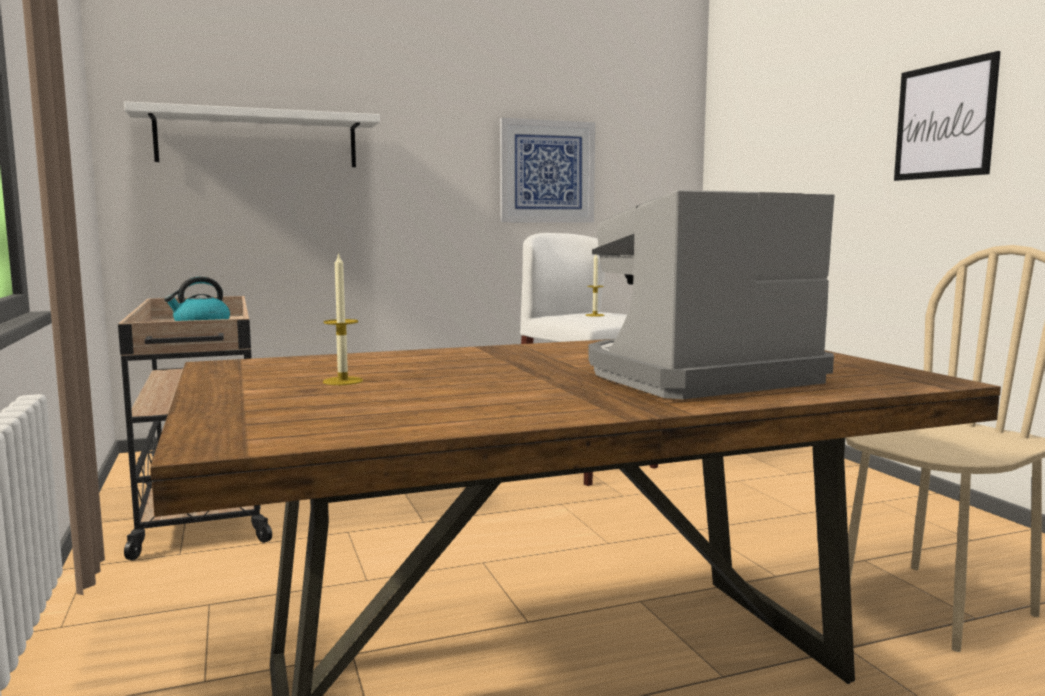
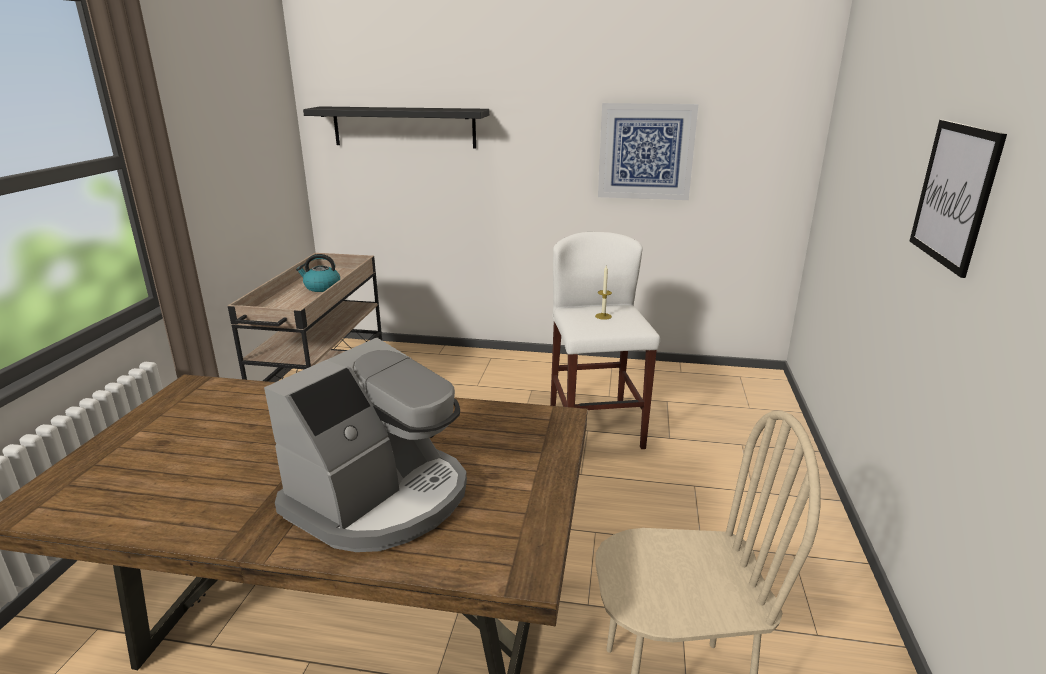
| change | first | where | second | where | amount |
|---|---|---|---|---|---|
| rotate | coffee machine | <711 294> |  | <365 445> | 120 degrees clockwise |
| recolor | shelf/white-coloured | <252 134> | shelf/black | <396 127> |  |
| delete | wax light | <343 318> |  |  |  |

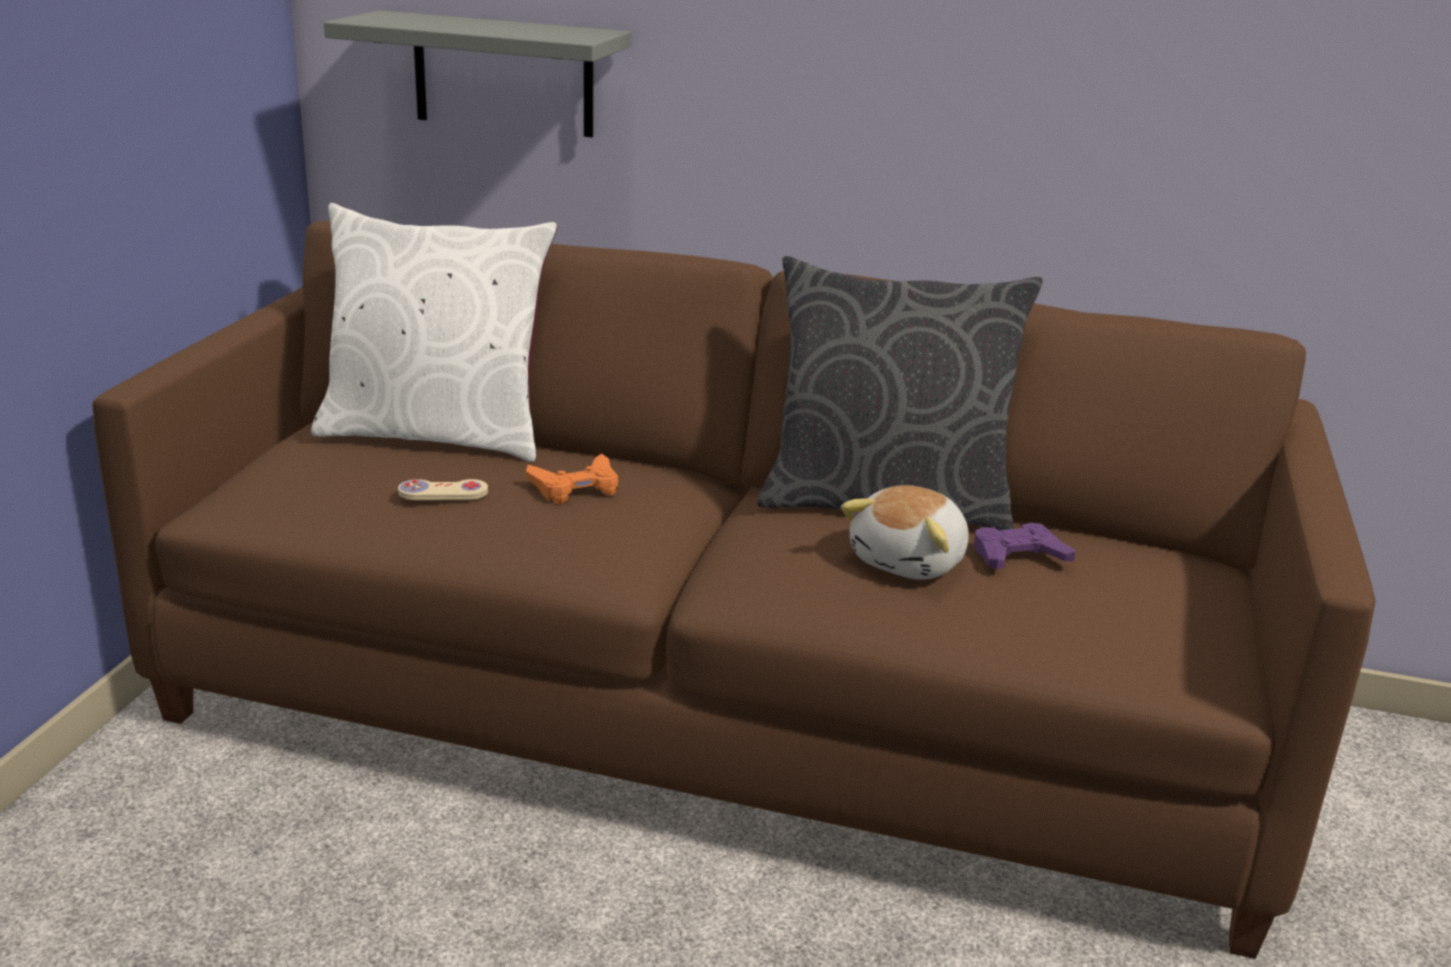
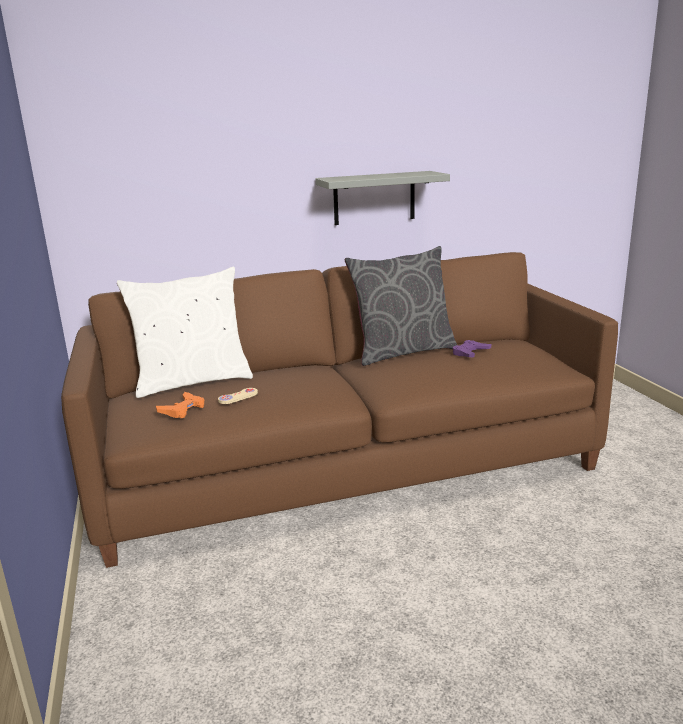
| change | first | where | second | where | amount |
|---|---|---|---|---|---|
| move | gamepad/orangey | <572 478> |  | <180 405> |  |
| move | shelf/gray | <477 73> |  | <383 198> |  |
| delete | soft toy | <905 532> |  |  |  |

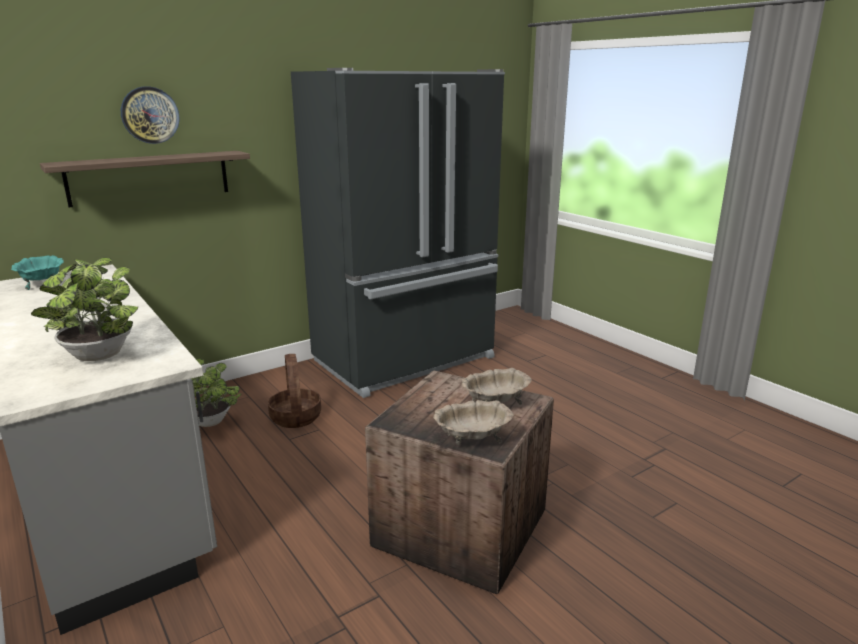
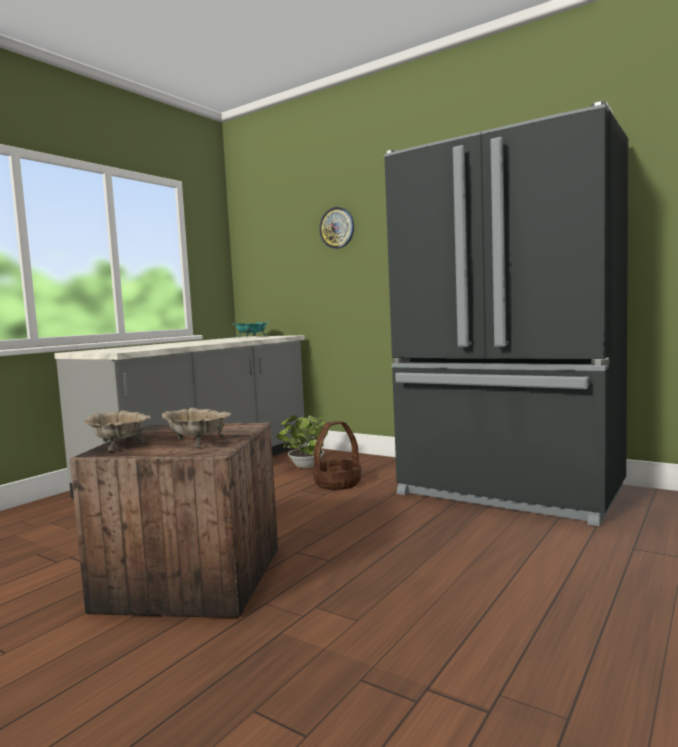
| change | first | where | second | where | amount |
|---|---|---|---|---|---|
| delete | plant in a pot | <84 309> |  |  |  |
| delete | shelf | <145 179> |  |  |  |

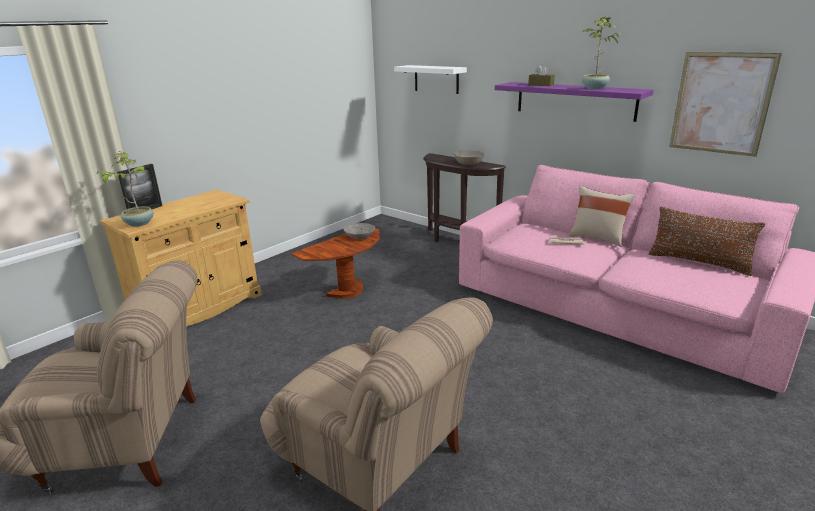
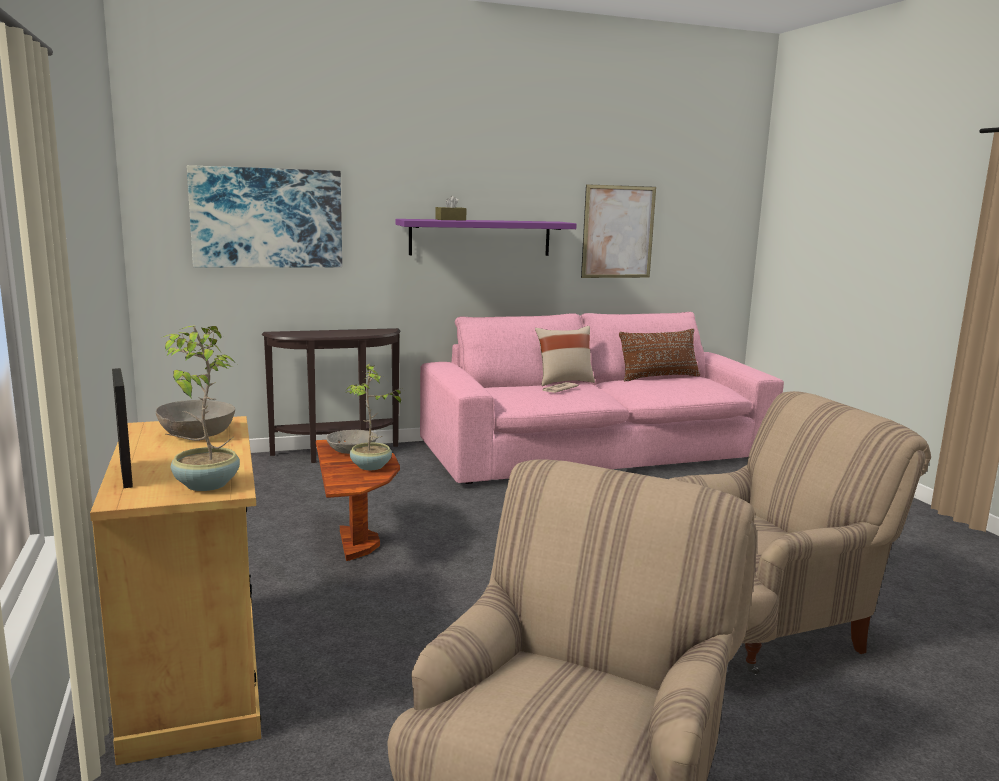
| change | first | where | second | where | amount |
|---|---|---|---|---|---|
| move | deep dish/gray | <469 157> |  | <195 419> |  |
| replace | shelf/white-coloured | <430 79> | wall art | <264 216> |  |
| move | plant in a pot | <601 52> |  | <374 417> |  |

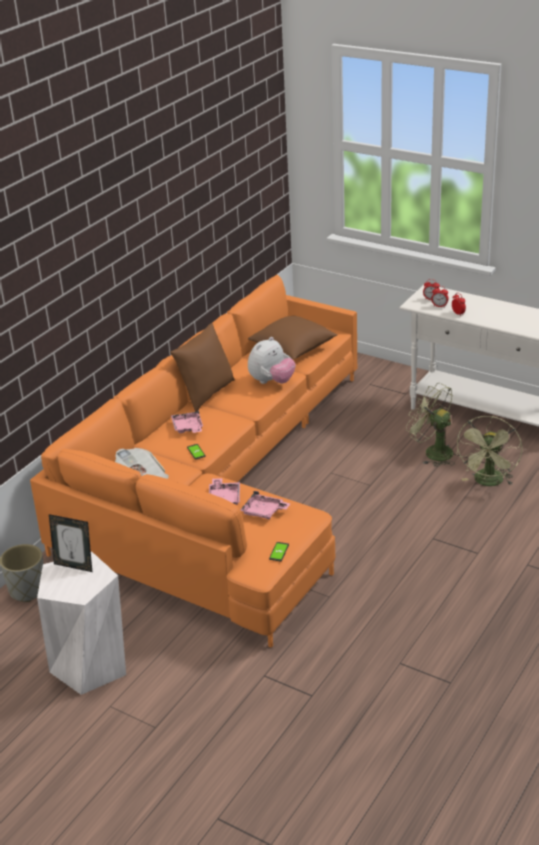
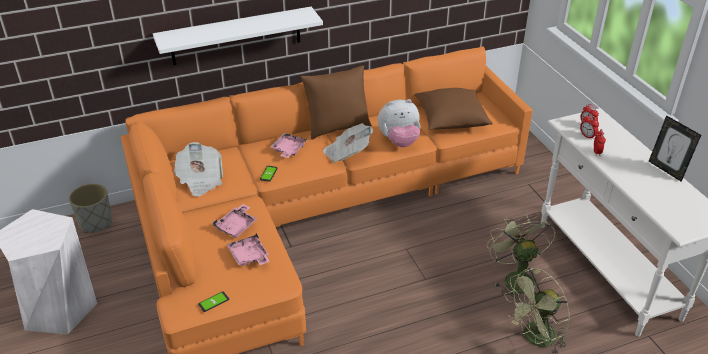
| change | first | where | second | where | amount |
|---|---|---|---|---|---|
| insert |  |  | shelf/white-coloured | <238 36> |  |
| insert |  |  | daily paper | <348 143> |  |
| move | photo frame | <70 543> |  | <675 148> |  |

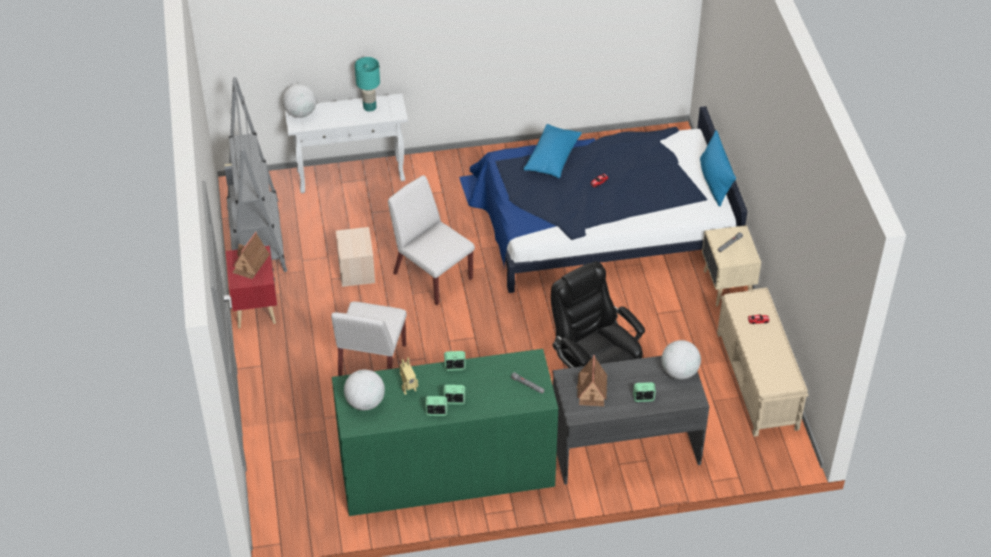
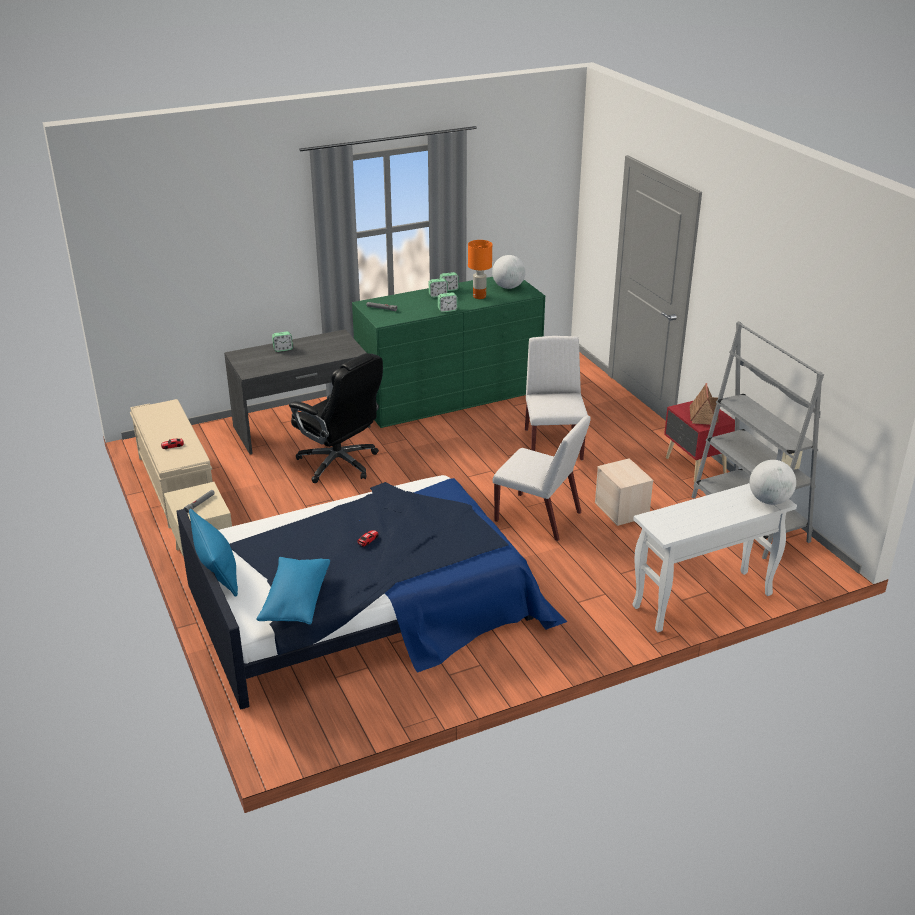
| change | first | where | second | where | amount |
|---|---|---|---|---|---|
| move | throw pillow/blue-coloured | <553 151> |  | <293 591> |  |
| replace | model robot | <408 376> | table lamp/orangey | <480 269> |  |
| delete | table lamp/turquoise | <367 84> |  |  |  |
| delete | model house | <592 380> |  |  |  |
| delete | desk globe | <681 359> |  |  |  |

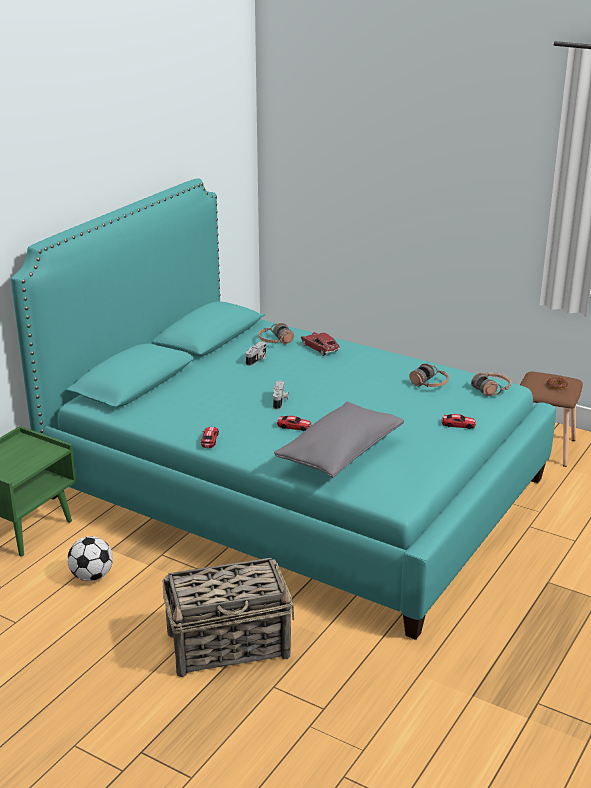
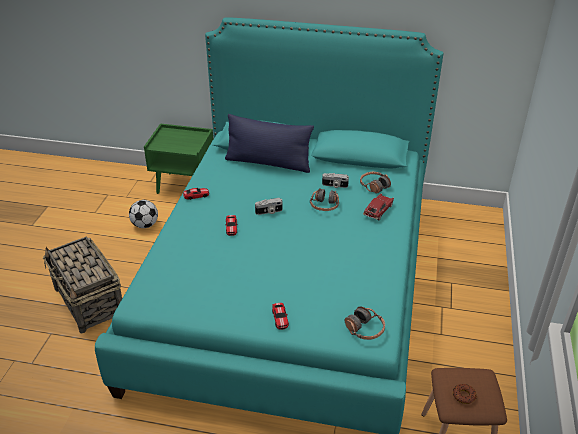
| change | first | where | second | where | amount |
|---|---|---|---|---|---|
| insert |  |  | throw pillow/blue-coloured | <269 143> |  |
| move | headphones | <429 375> |  | <324 199> |  |
| delete | throw pillow/gray | <339 439> |  |  |  |

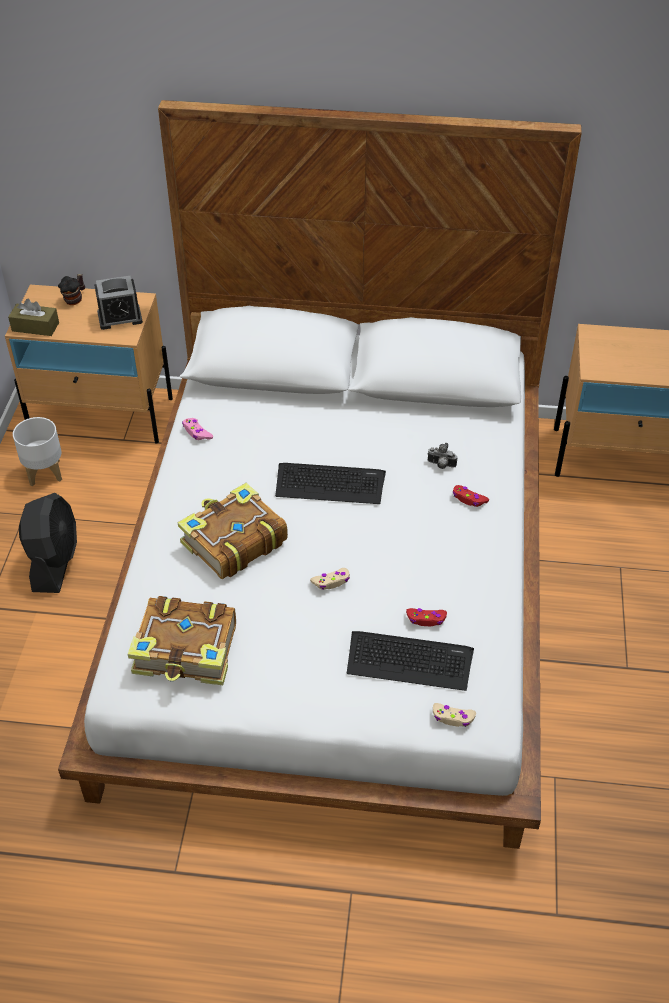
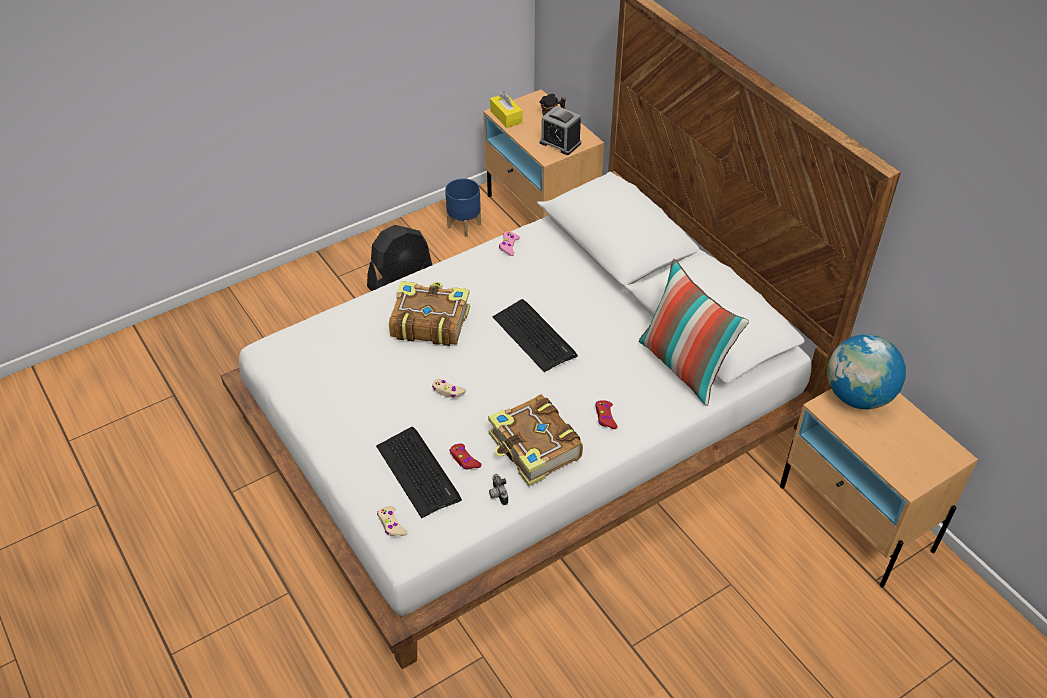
| change | first | where | second | where | amount |
|---|---|---|---|---|---|
| recolor | planter/white-coloured | <37 451> | planter/blue-coloured | <463 207> |  |
| move | bound book | <182 640> |  | <535 440> |  |
| move | photo camera | <442 456> |  | <498 489> |  |
| recolor | tissue box/brown-coloured | <33 317> | tissue box/yellow-coloured | <506 110> |  |
| insert |  |  | throw pillow | <694 332> |  |
| insert |  |  | desk globe | <866 371> |  |

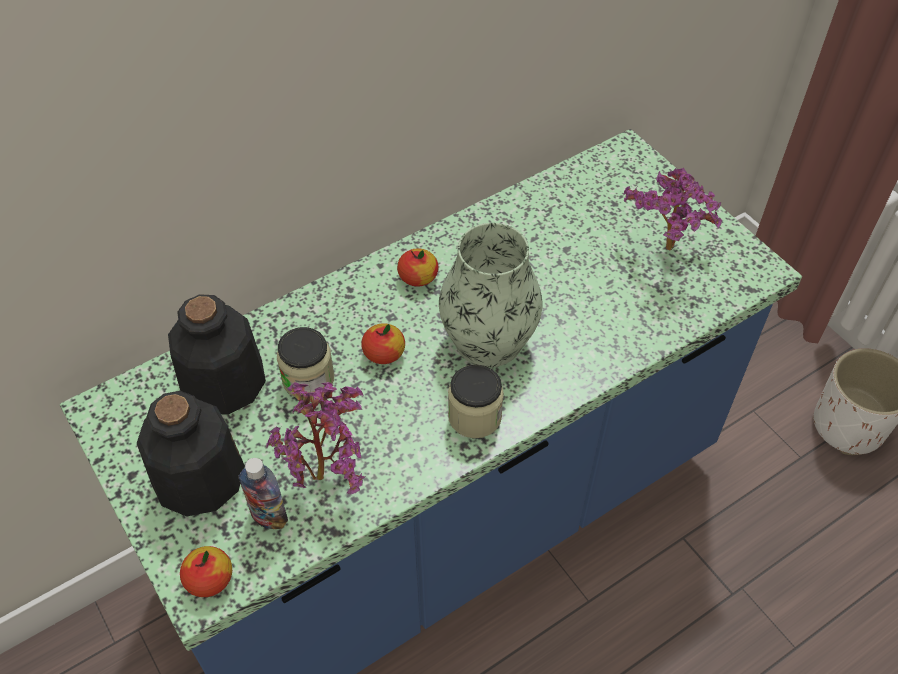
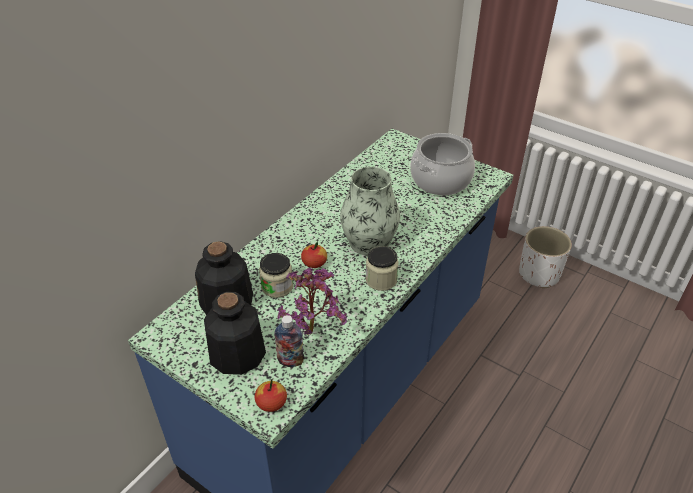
| change | first | where | second | where | amount |
|---|---|---|---|---|---|
| replace | plant in a pot | <672 209> | cooking pot | <442 164> |  |
| delete | whole apple | <418 267> |  |  |  |

